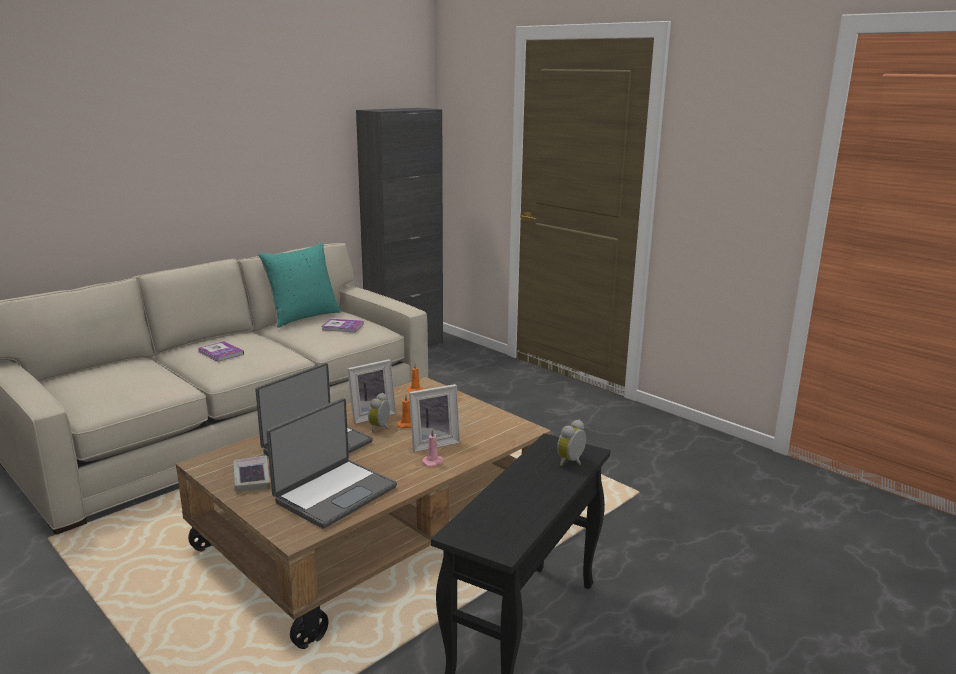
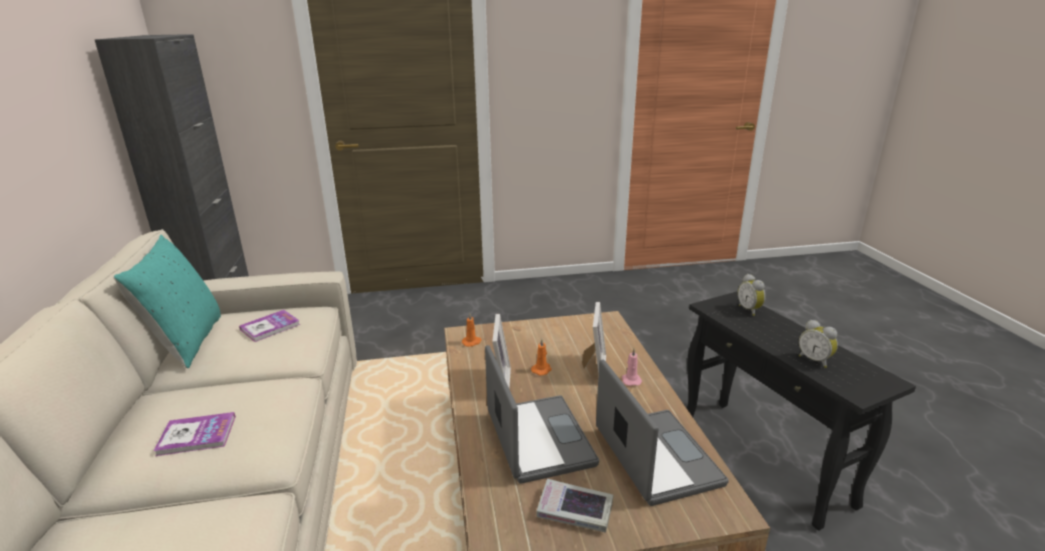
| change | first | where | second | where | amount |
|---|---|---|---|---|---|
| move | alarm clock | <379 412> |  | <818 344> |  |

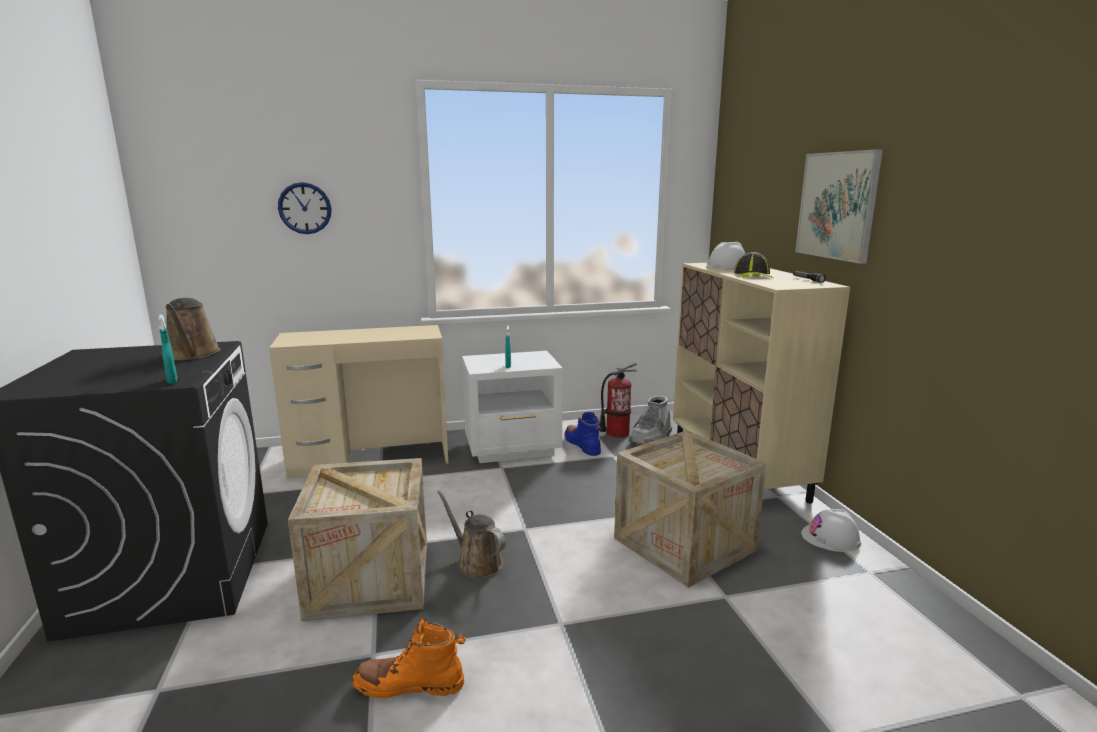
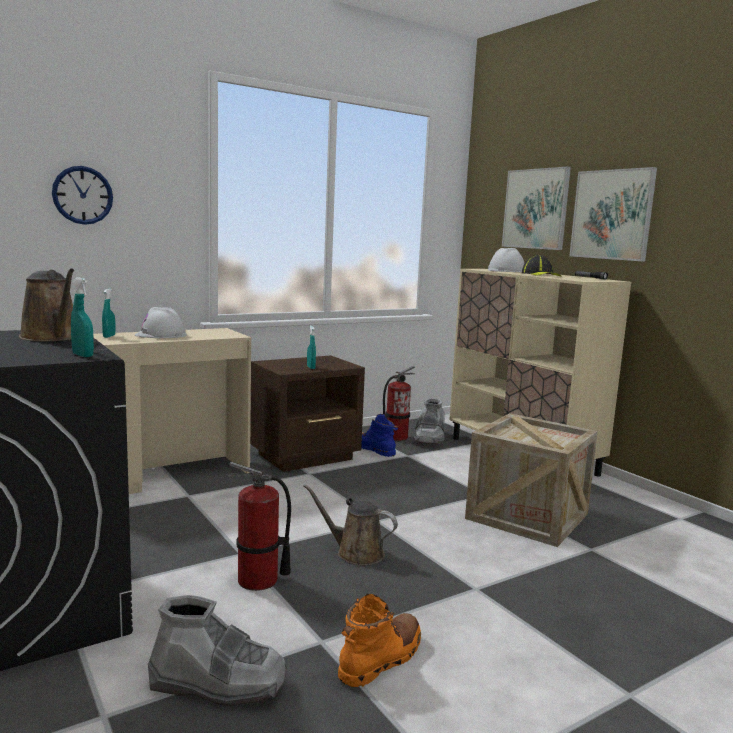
| change | first | where | second | where | amount |
|---|---|---|---|---|---|
| insert |  |  | hand sprayer/turquoise | <108 313> |  |
| move | work helmet/white-coloured | <831 530> |  | <161 322> |  |
| insert |  |  | boot/gray | <217 650> |  |
| replace | shipping crate | <357 539> | fire-fighting cylinder | <259 526> |  |
| recolor | nightstand/white-coloured | <512 407> | nightstand/brown-coloured | <307 414> |  |
| rotate | boot/orangey | <408 657> |  | <379 640> | 150 degrees clockwise |
| insert |  |  | wall art | <536 208> |  |

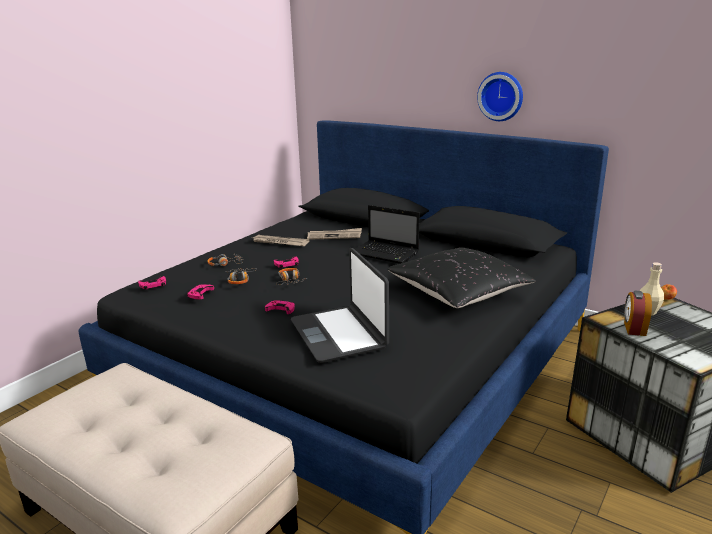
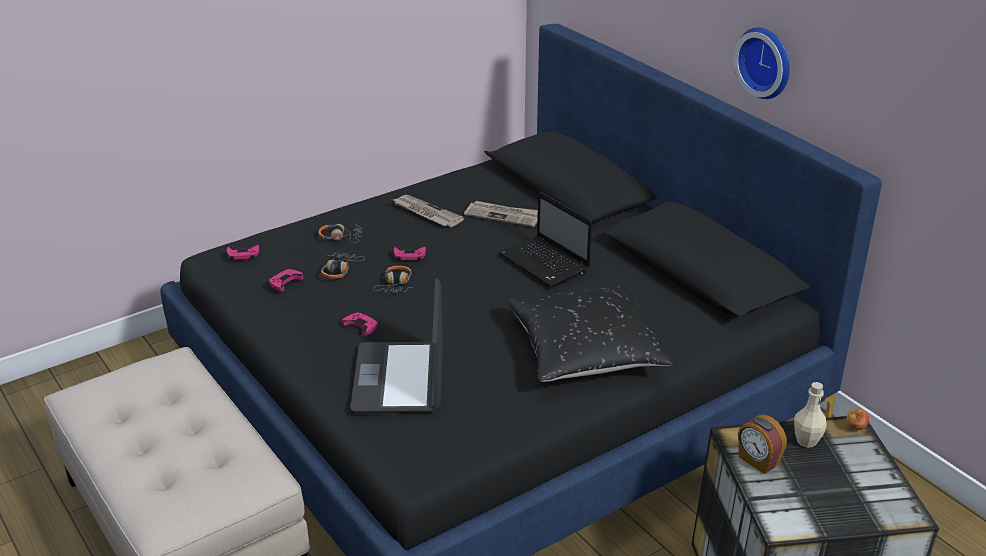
| change | first | where | second | where | amount |
|---|---|---|---|---|---|
| rotate | alarm clock | <638 313> |  | <762 444> | 75 degrees counterclockwise |

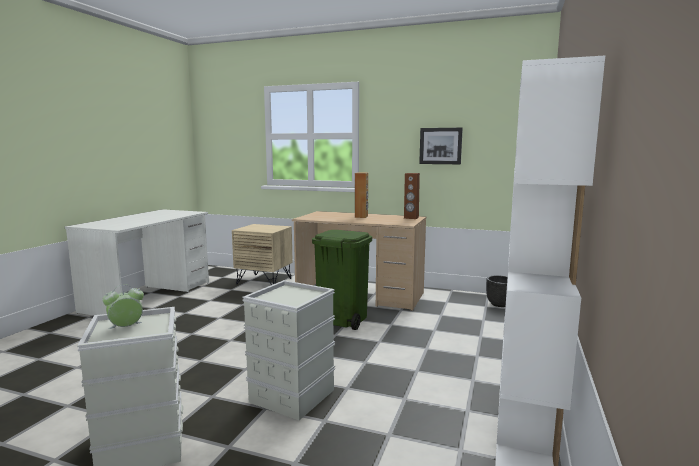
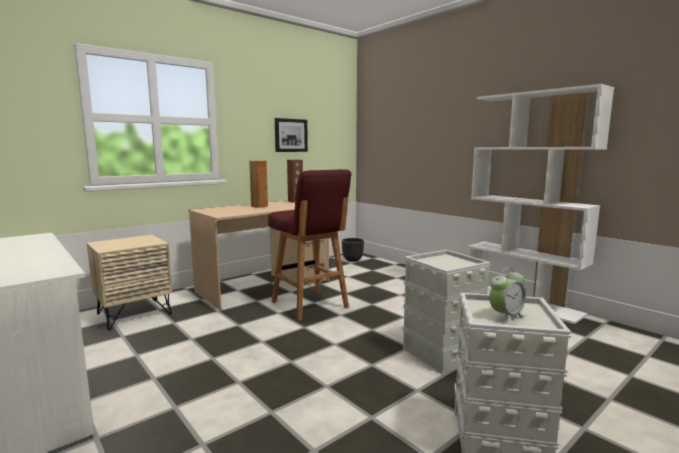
| change | first | where | second | where | amount |
|---|---|---|---|---|---|
| replace | rubbish bin/green-coloured | <342 280> | stool seat/red-coloured | <310 245> |  |
| rotate | alarm clock | <123 307> |  | <507 295> | 120 degrees counterclockwise |

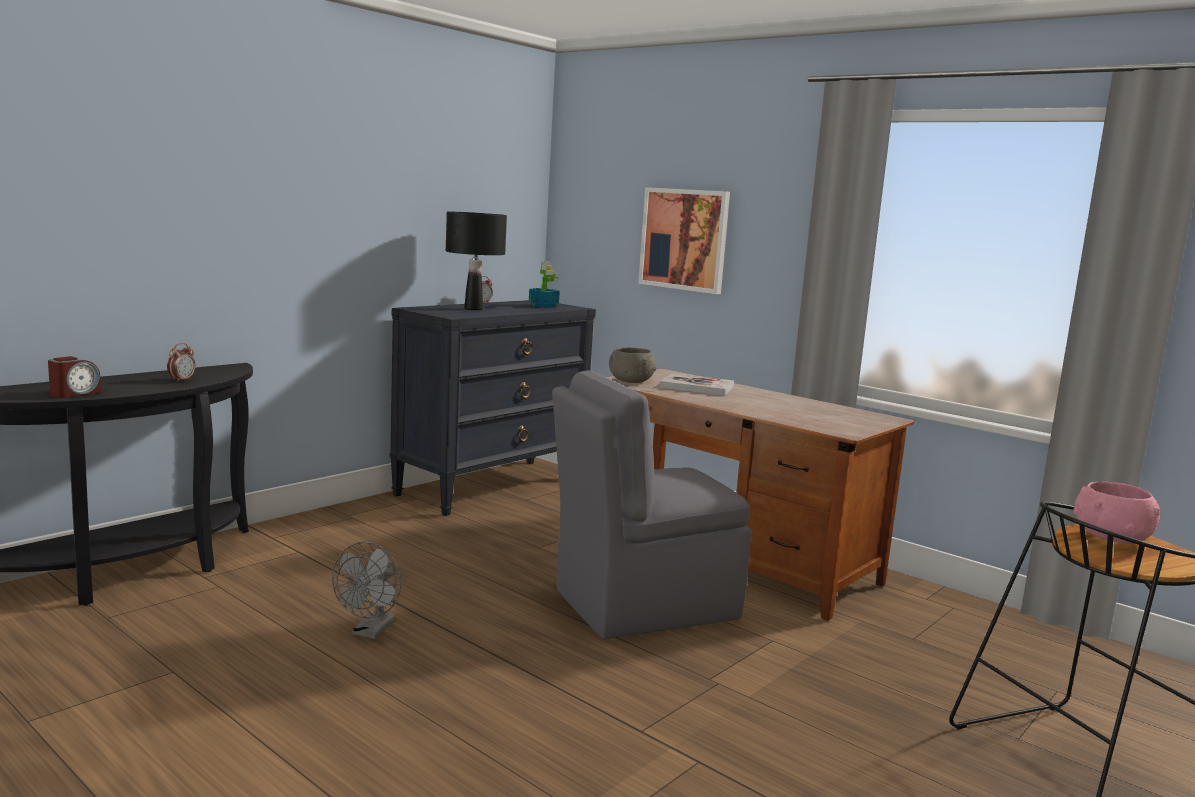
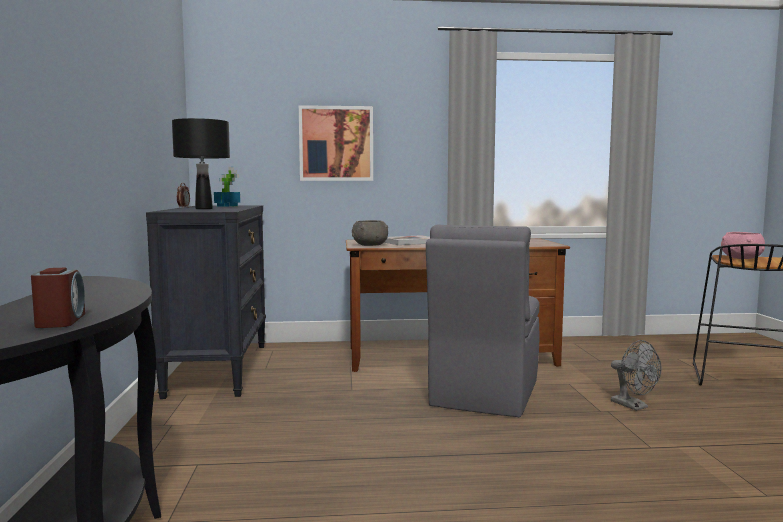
| change | first | where | second | where | amount |
|---|---|---|---|---|---|
| move | fan/gray | <366 590> |  | <636 375> |  |
| delete | alarm clock | <181 362> |  |  |  |

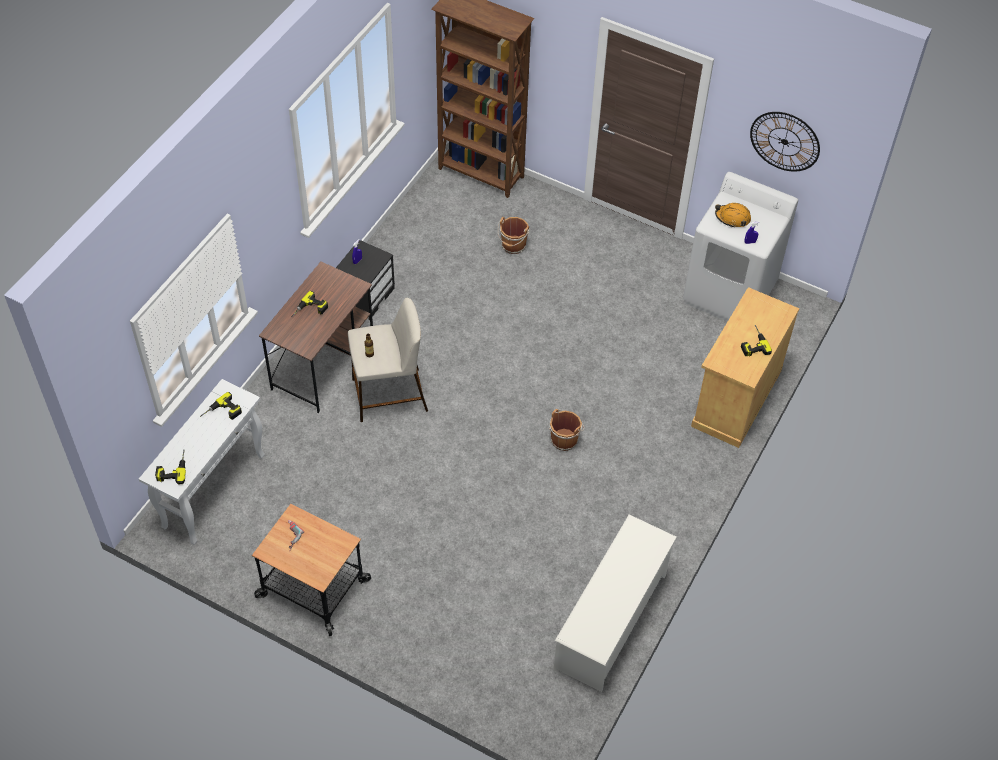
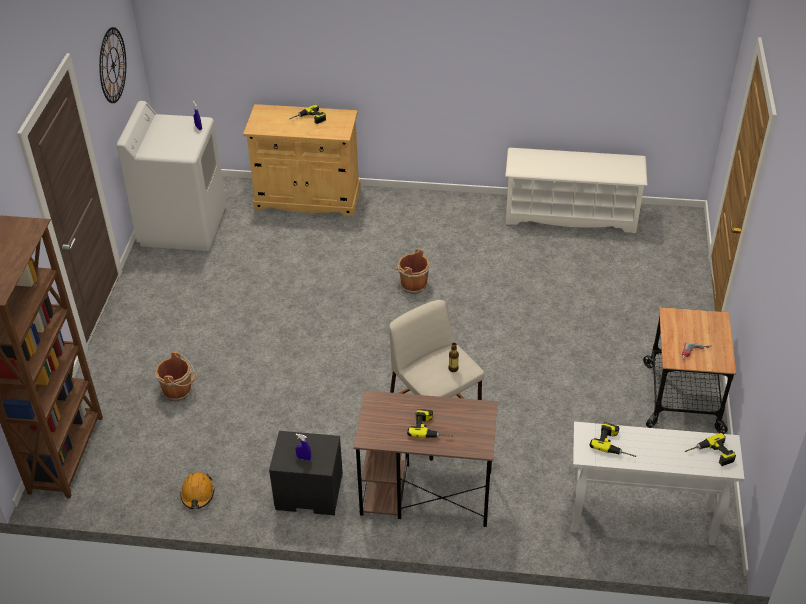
| change | first | where | second | where | amount |
|---|---|---|---|---|---|
| move | work helmet/orangey | <733 215> |  | <197 490> |  |

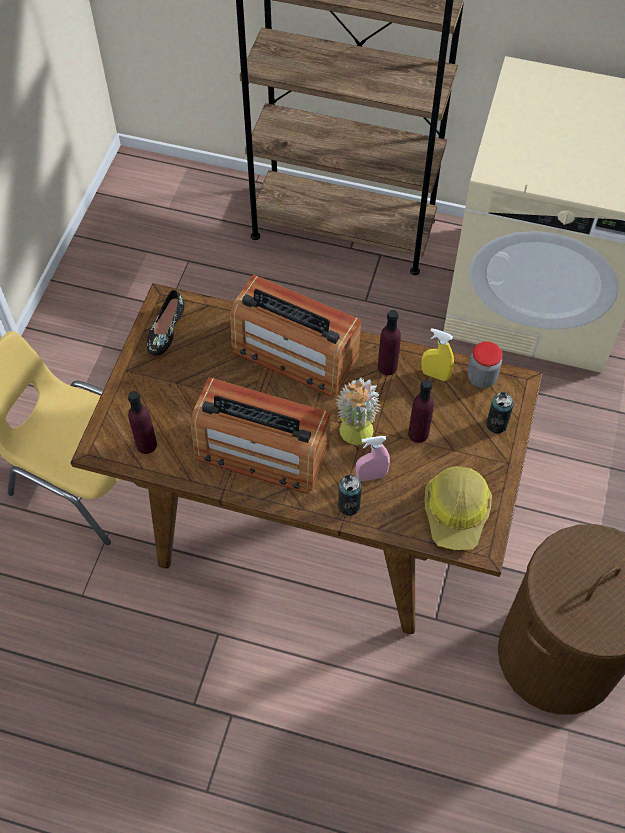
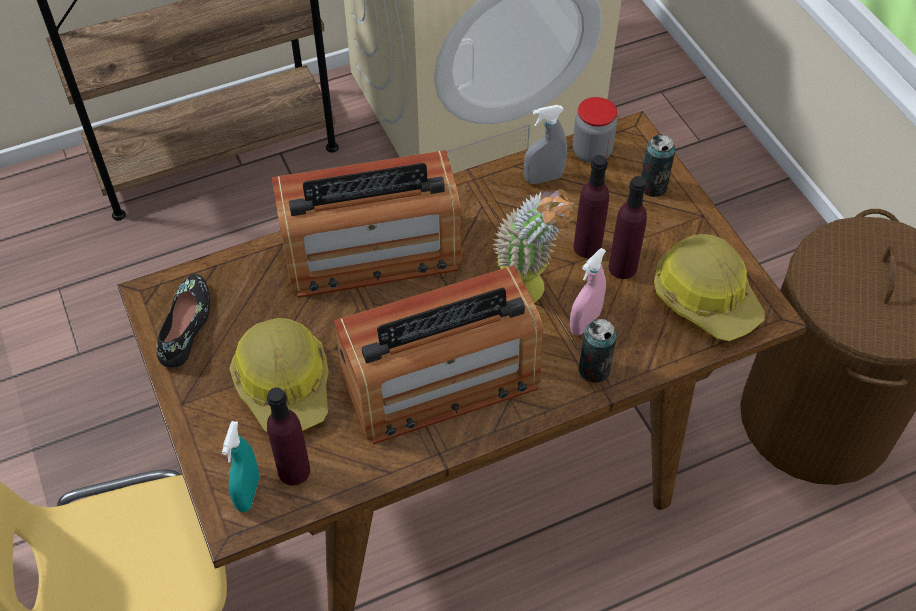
| change | first | where | second | where | amount |
|---|---|---|---|---|---|
| rotate | low shoe/black | <165 323> |  | <183 321> | 150 degrees counterclockwise |
| insert |  |  | hand sprayer/turquoise | <240 466> |  |
| insert |  |  | work helmet | <279 375> |  |
| recolor | hand sprayer/yellow-coloured | <437 354> | hand sprayer/gray | <545 144> |  |
| move | beverage bottle/purple | <389 342> |  | <627 227> |  |

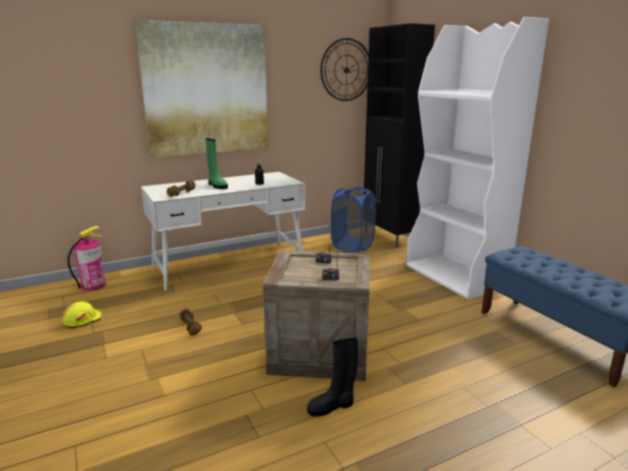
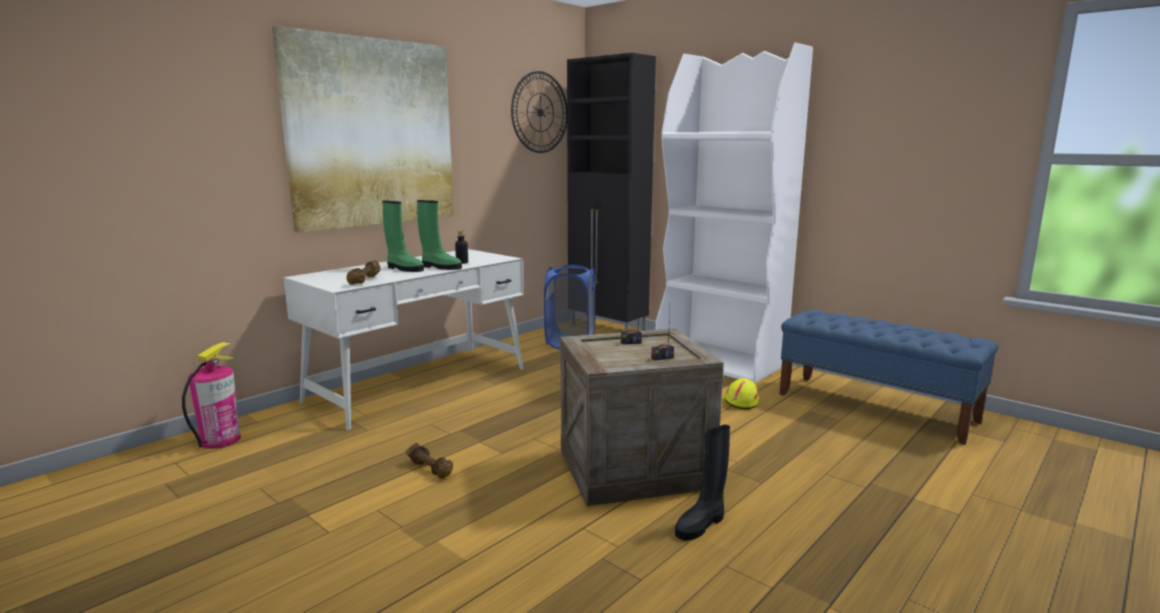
| change | first | where | second | where | amount |
|---|---|---|---|---|---|
| insert |  |  | boot/green-coloured | <439 235> |  |
| move | work helmet/yellow-coloured | <82 315> |  | <742 393> |  |

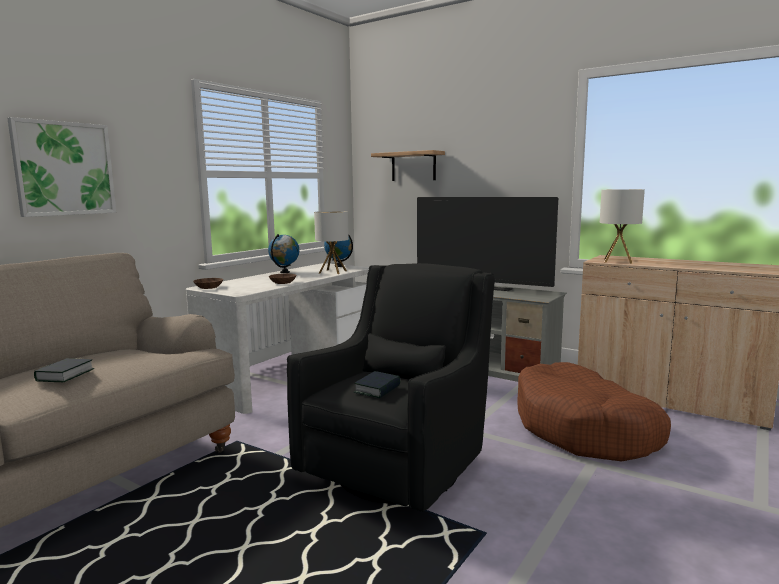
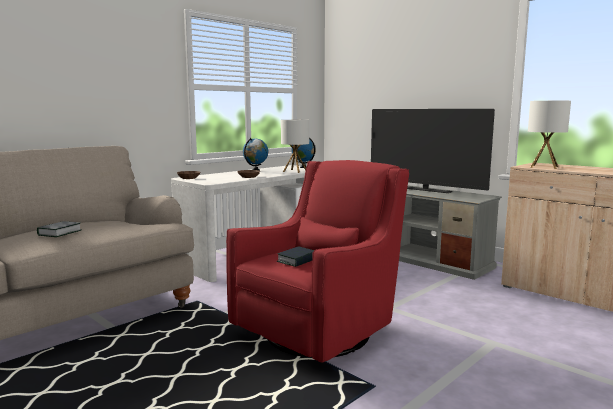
| change | first | where | second | where | amount |
|---|---|---|---|---|---|
| recolor | easy chair/black | <391 387> | easy chair/red-coloured | <317 261> |  |
| delete | wall art | <61 167> |  |  |  |
| delete | shelf | <408 165> |  |  |  |
| delete | dog bed/brown-coloured | <594 411> |  |  |  |

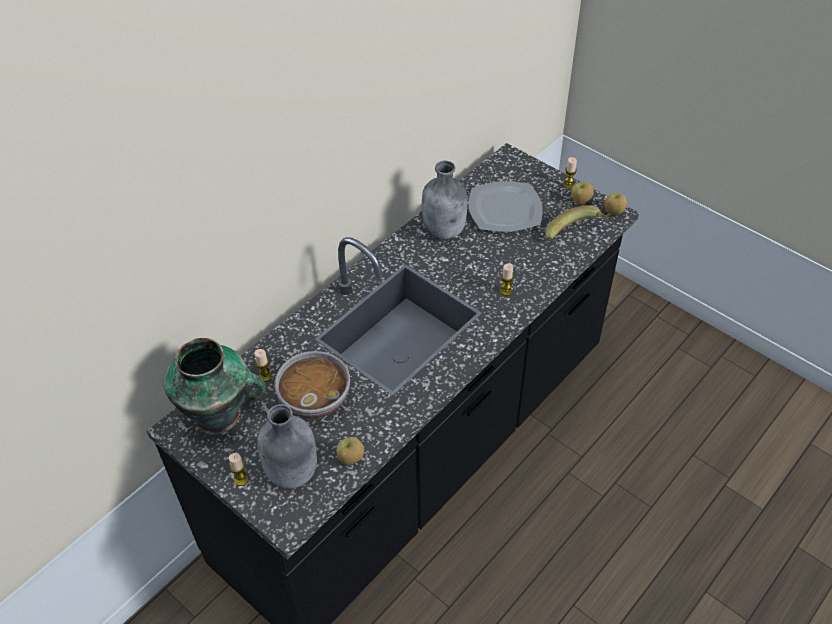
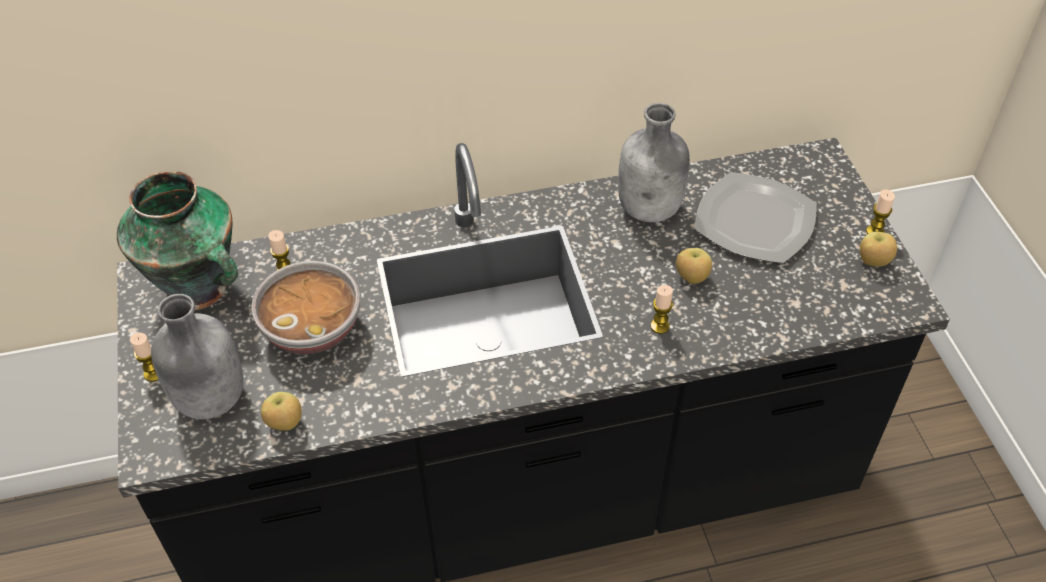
| change | first | where | second | where | amount |
|---|---|---|---|---|---|
| move | whole apple | <615 204> |  | <694 266> |  |
| delete | banana | <578 223> |  |  |  |

